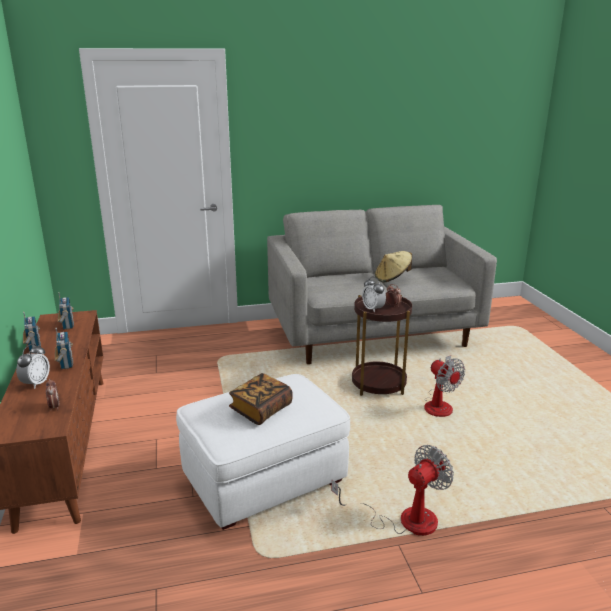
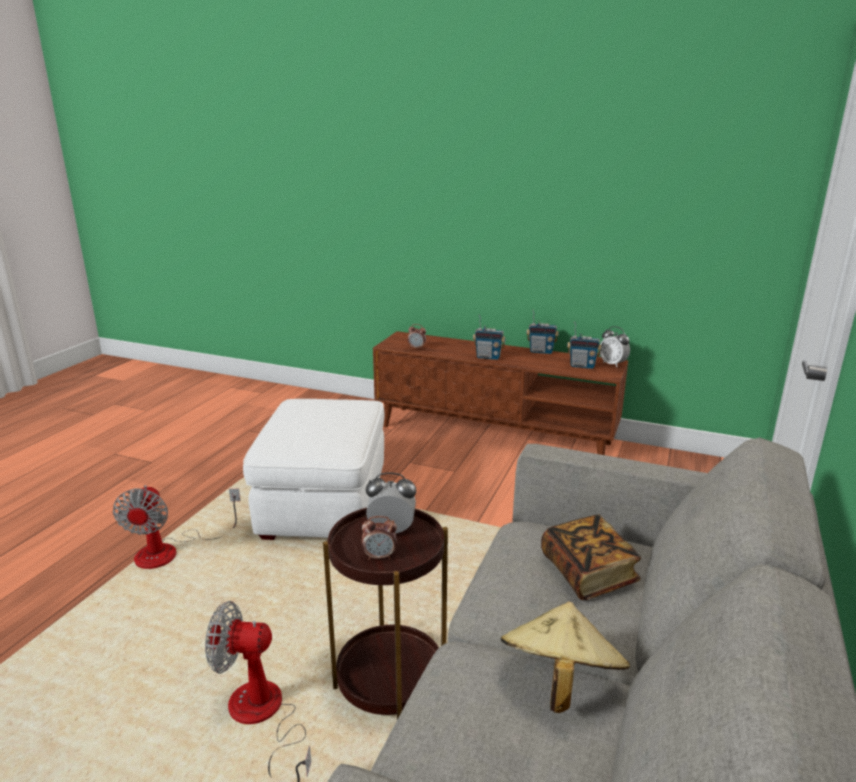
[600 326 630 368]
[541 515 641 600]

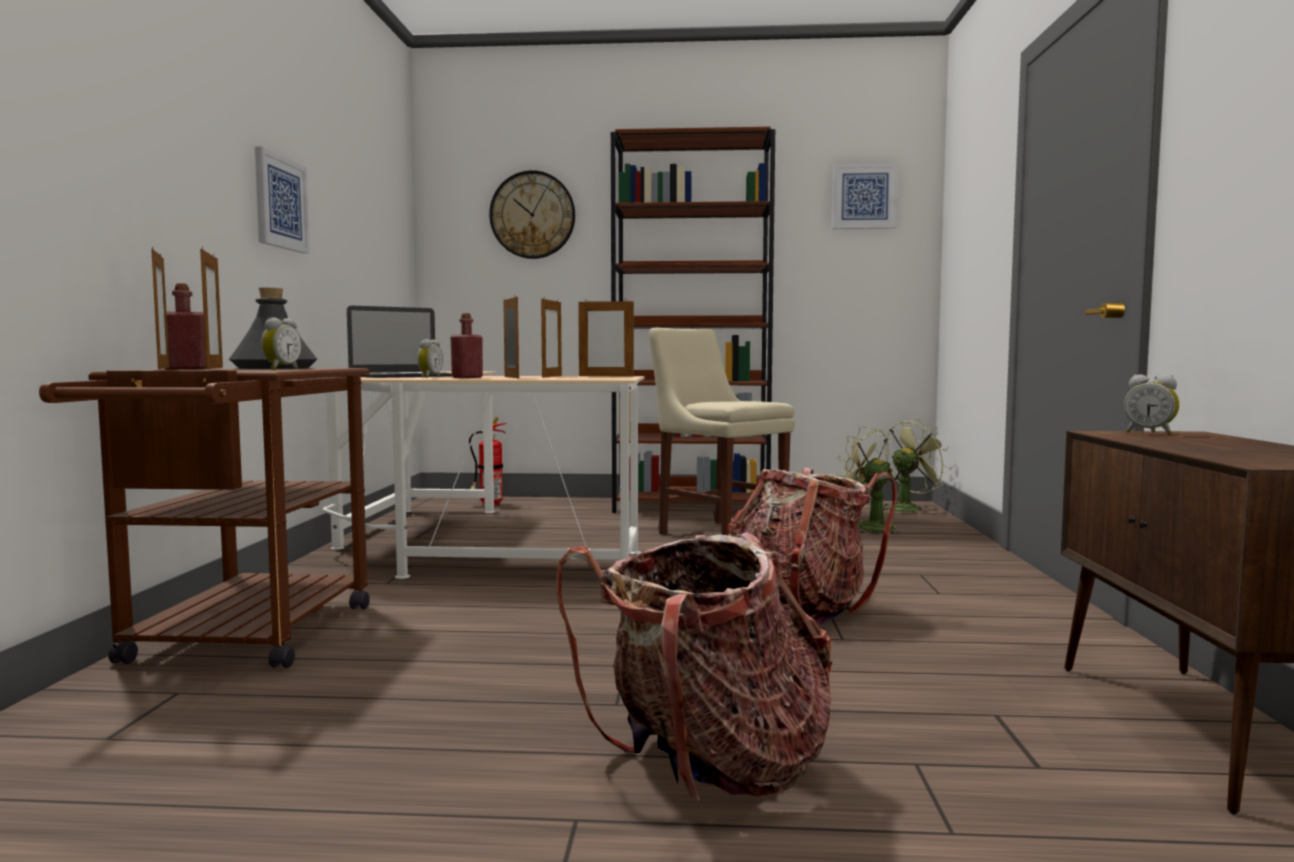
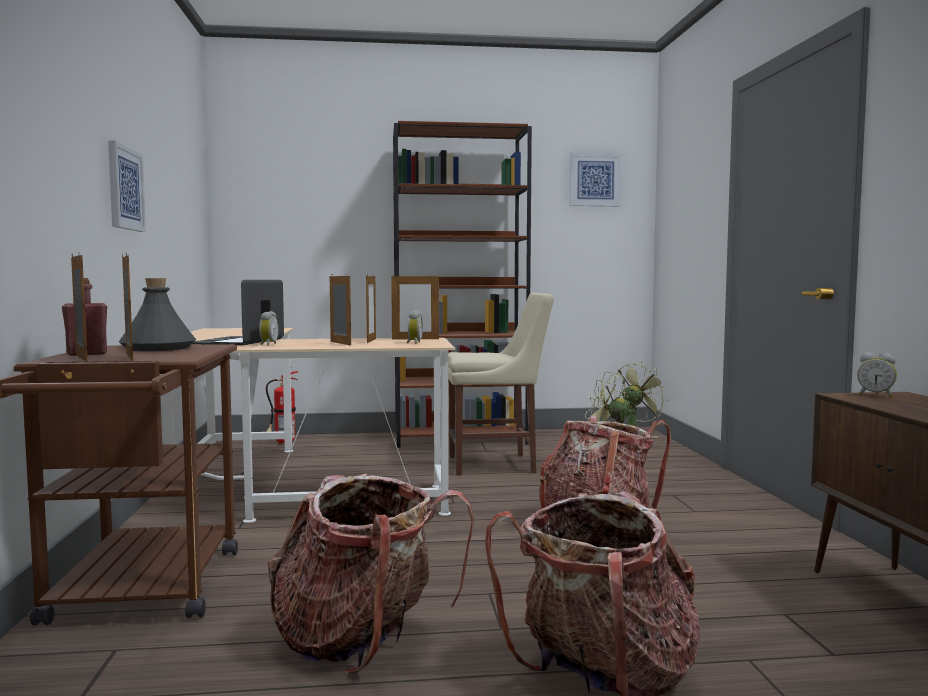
[489 170 575 259] (first image)
[193 280 284 346]
[451 313 483 378] (first image)
[407 310 423 344]
[448 293 554 476]
[268 474 474 674]

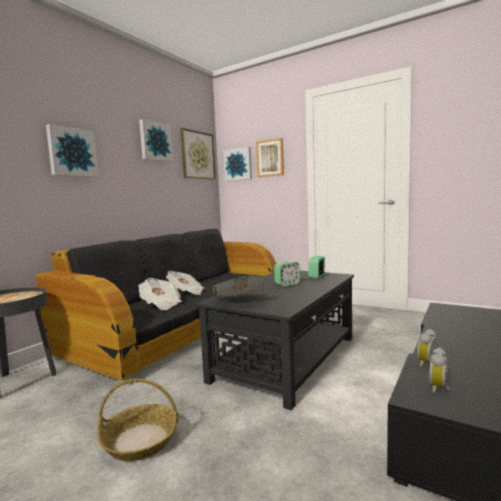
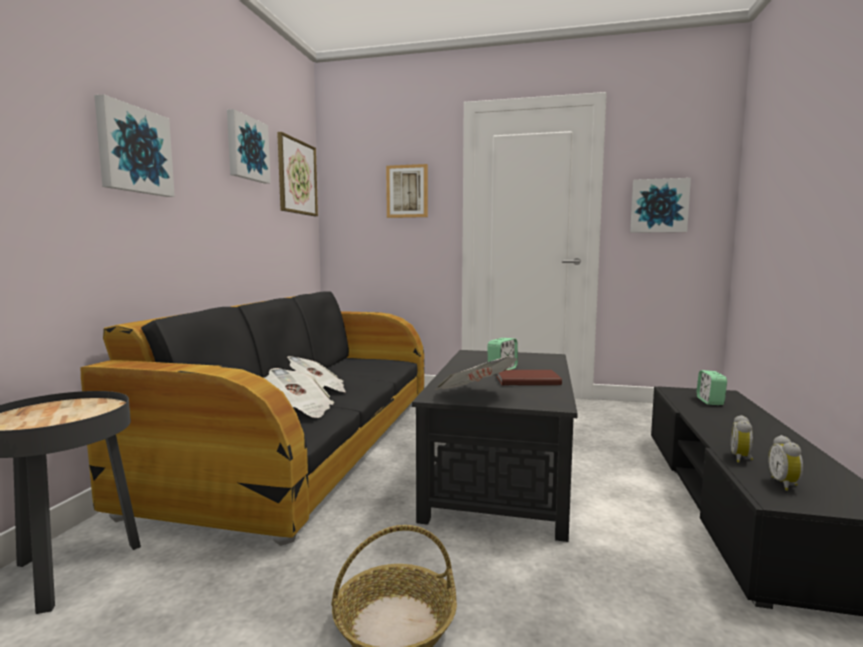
[630 178 691 233]
[696 370 727 405]
[496 370 562 385]

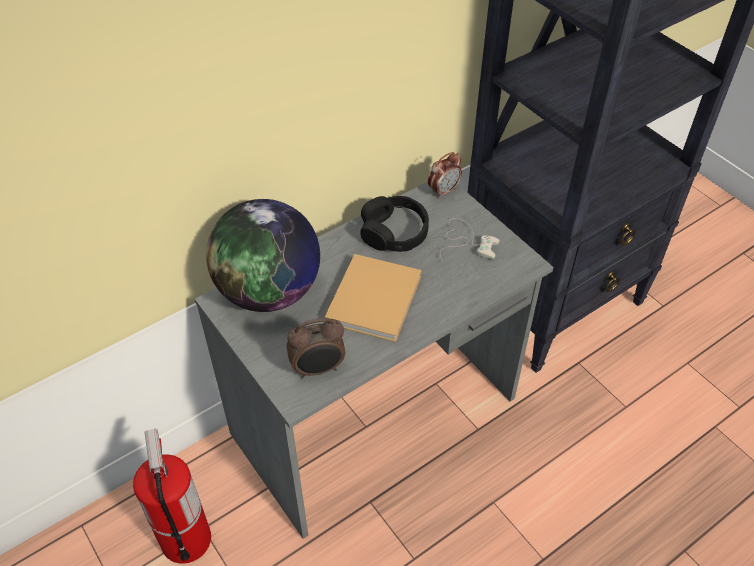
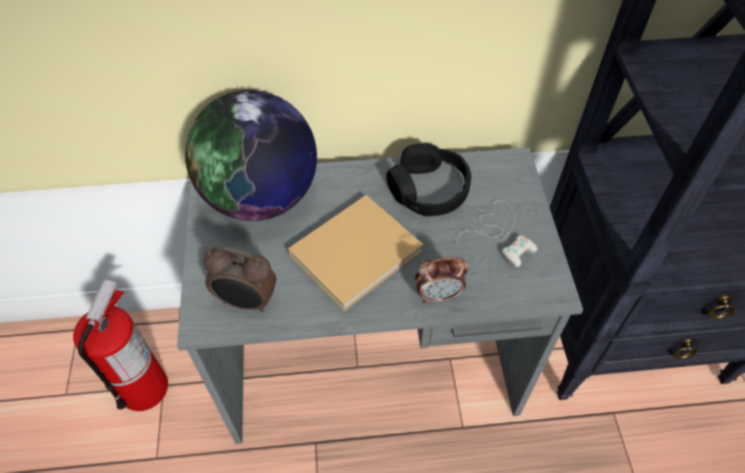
[415 257 468 303]

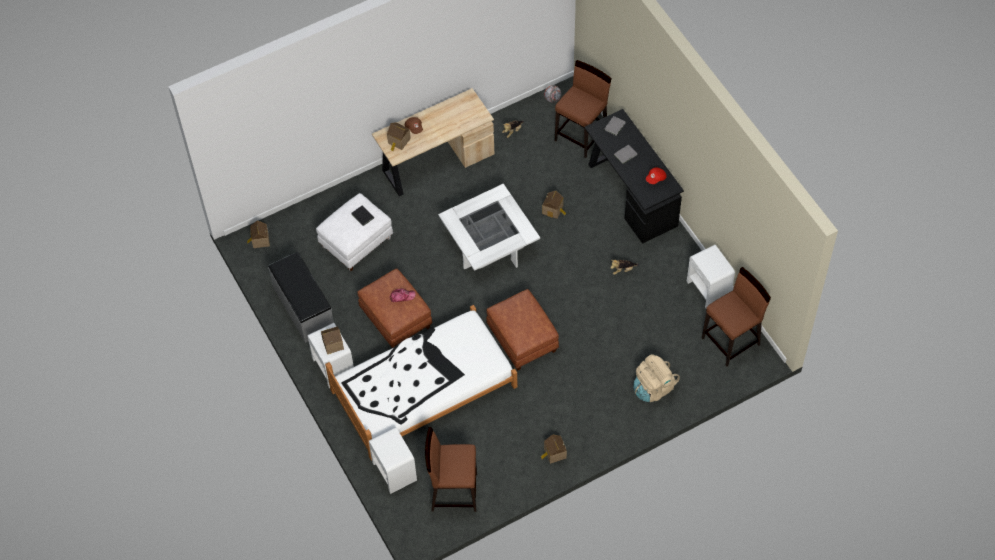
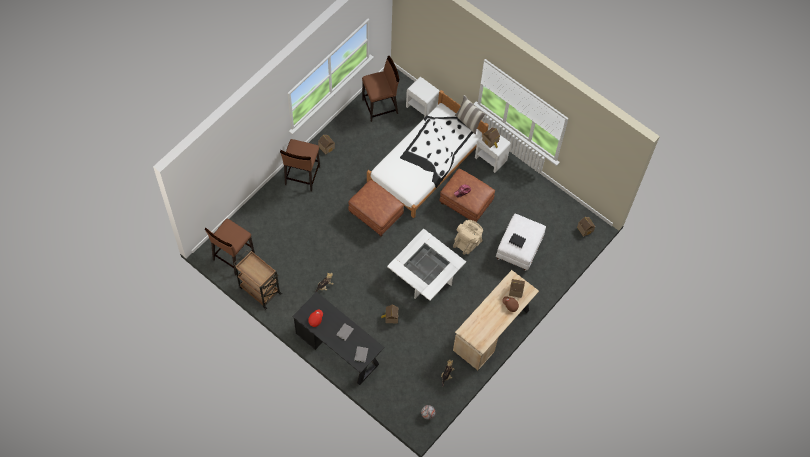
[280 139 320 192]
[233 250 282 309]
[268 252 334 343] (first image)
[453 220 483 255]
[455 95 485 135]

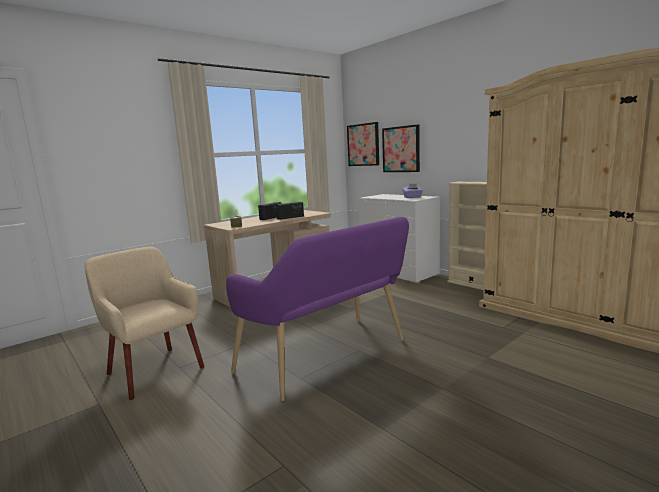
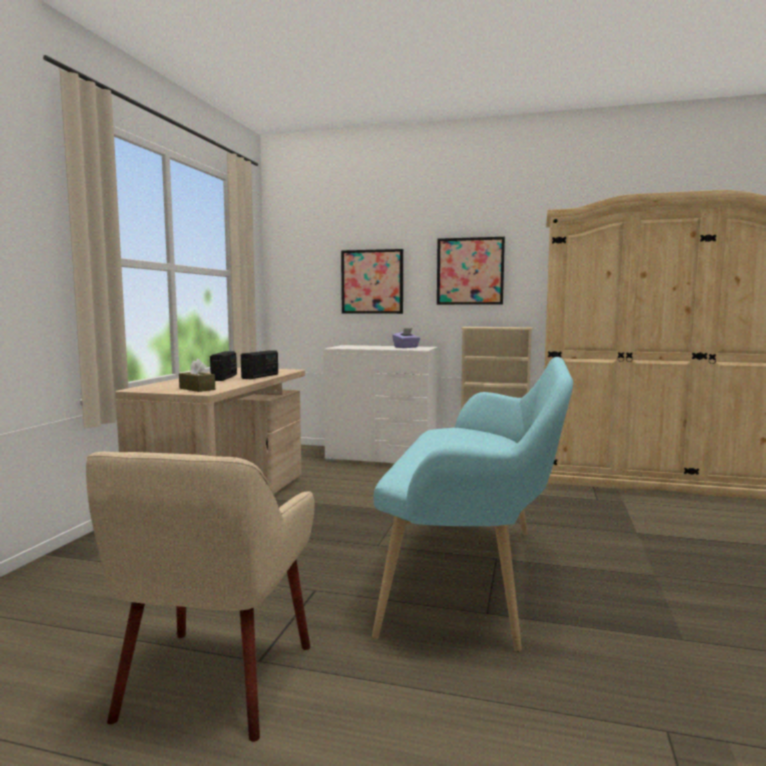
[437 237 505 305]
[372 357 573 652]
[86 452 314 742]

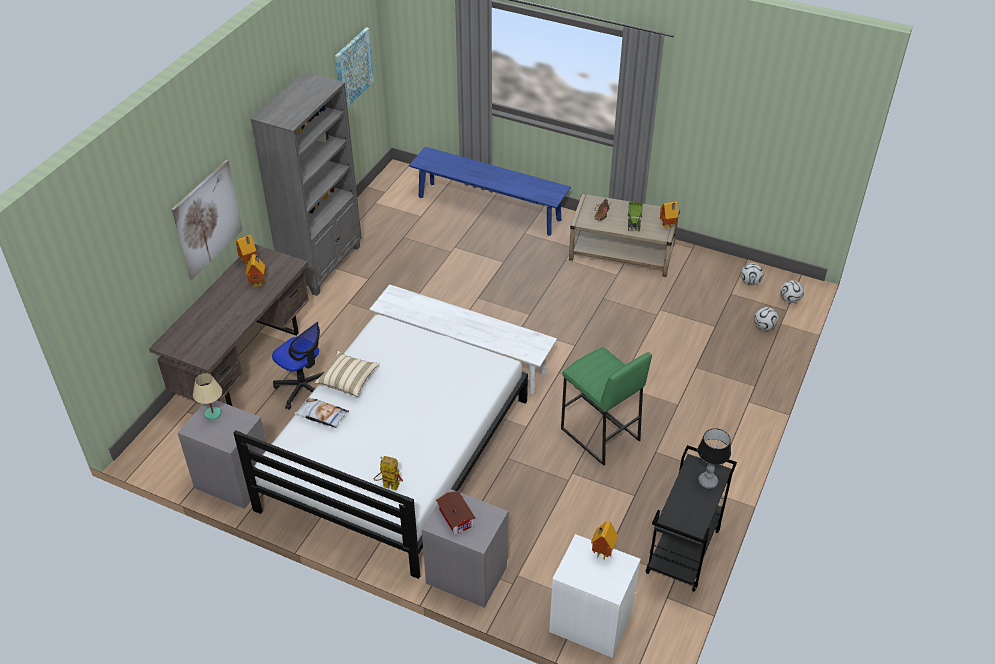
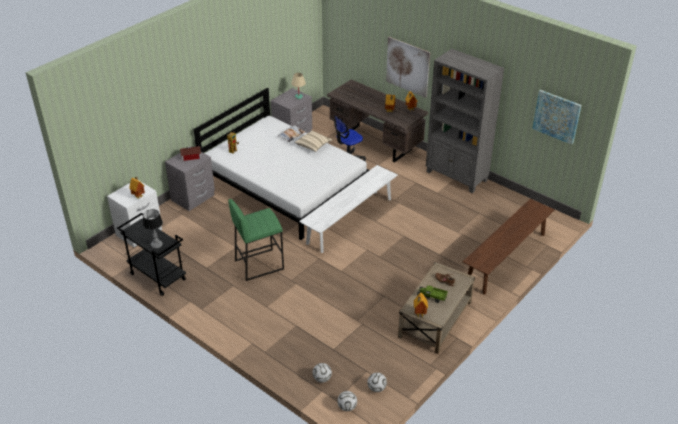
[463 199 555 294]

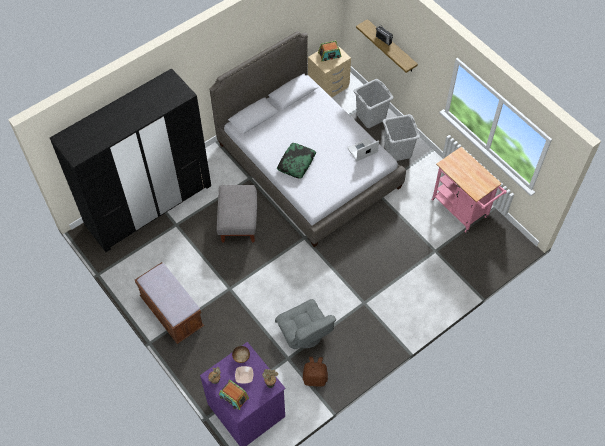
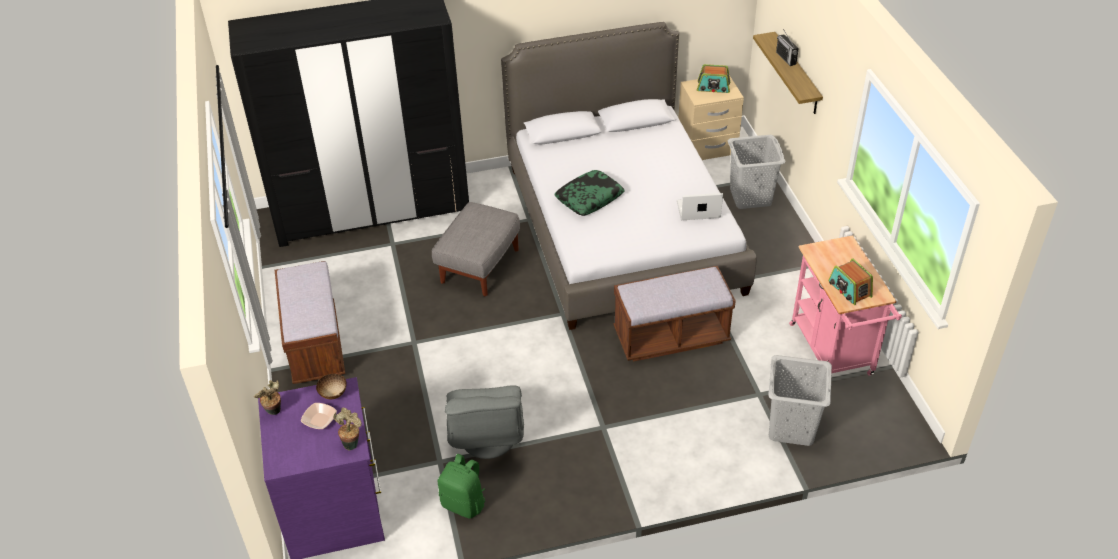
[768 355 832 446]
[438 454 485 519]
[828 258 873 305]
[613 266 736 362]

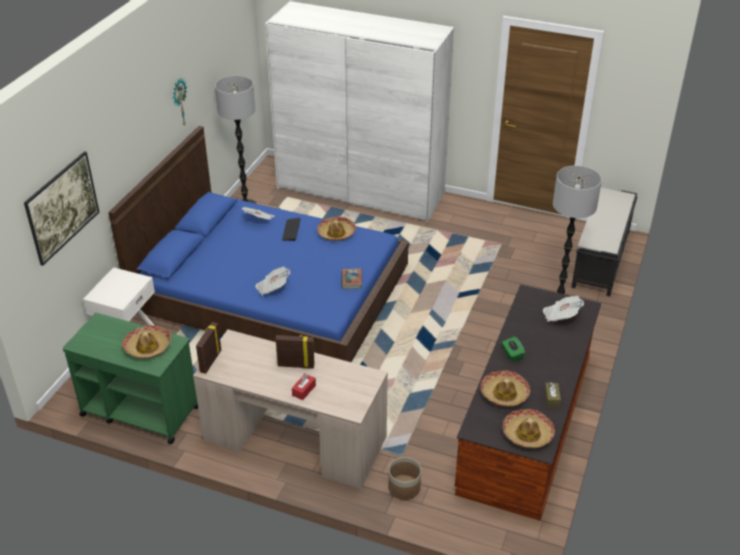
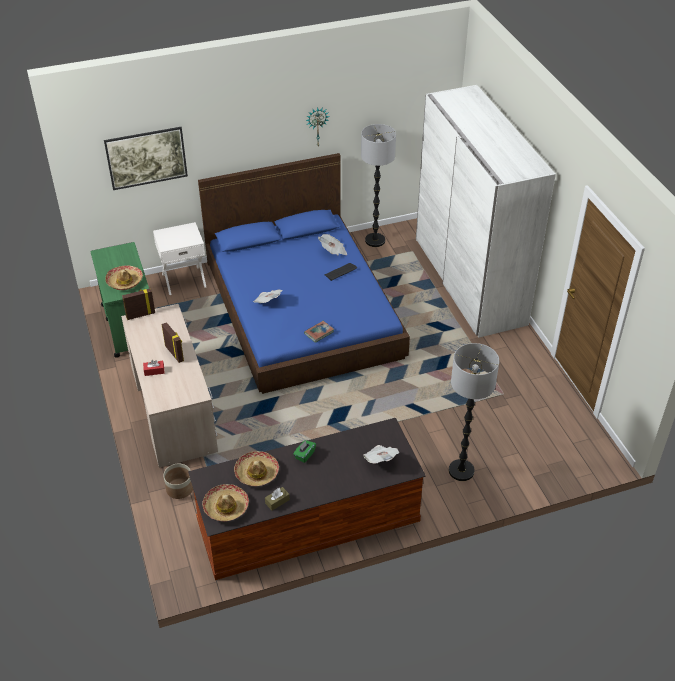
[571 187 637 296] (first image)
[317 217 356 241] (first image)

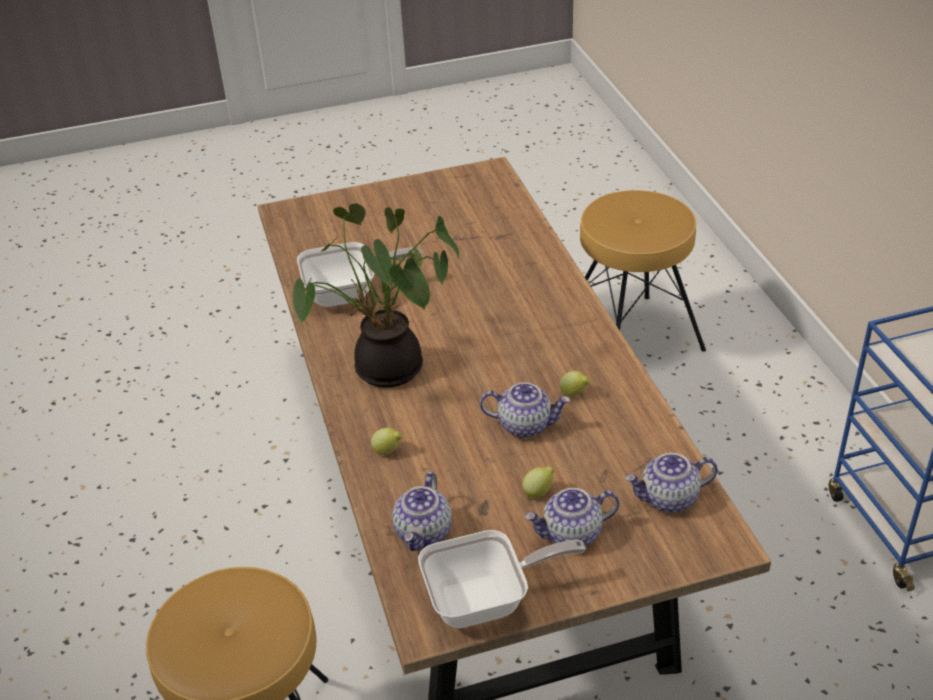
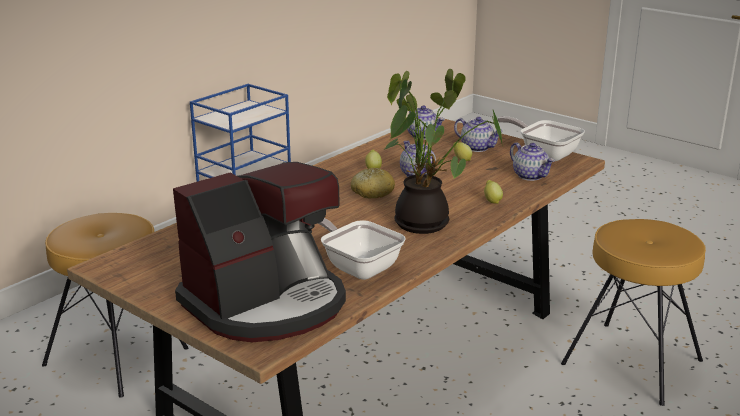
[510 142 555 181]
[173 162 346 342]
[351 167 395 198]

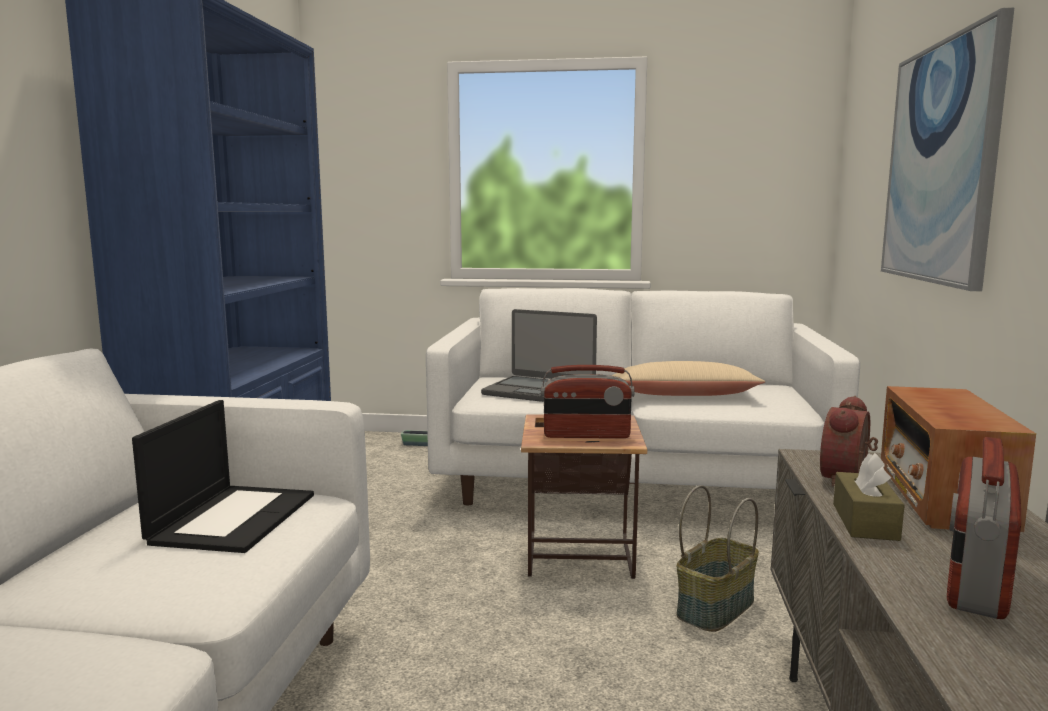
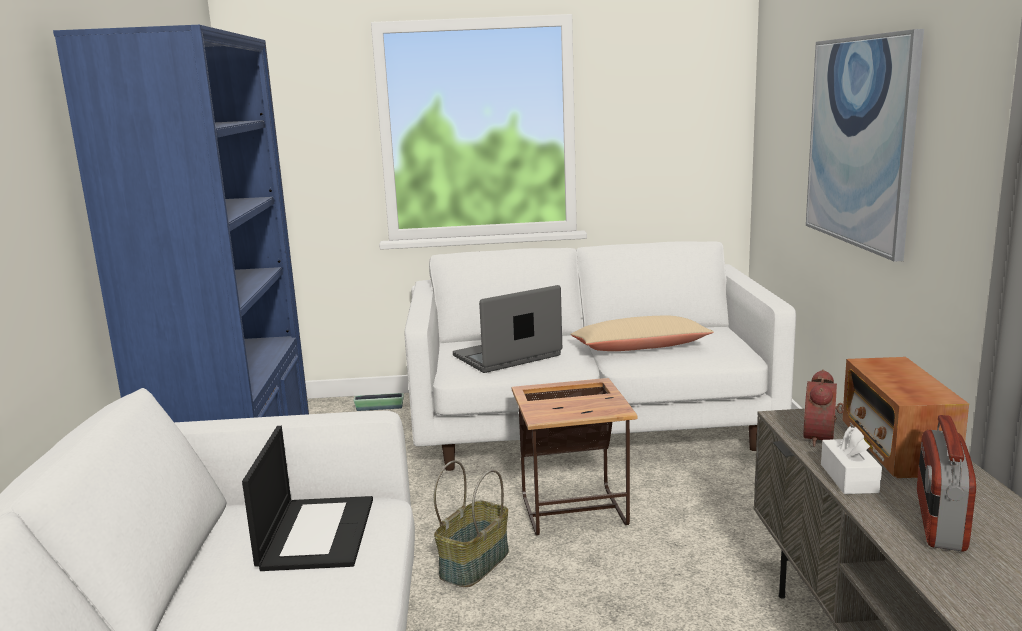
[453 285 562 373]
[541 365 635 438] (first image)
[821 426 882 494]
[434 460 509 587]

